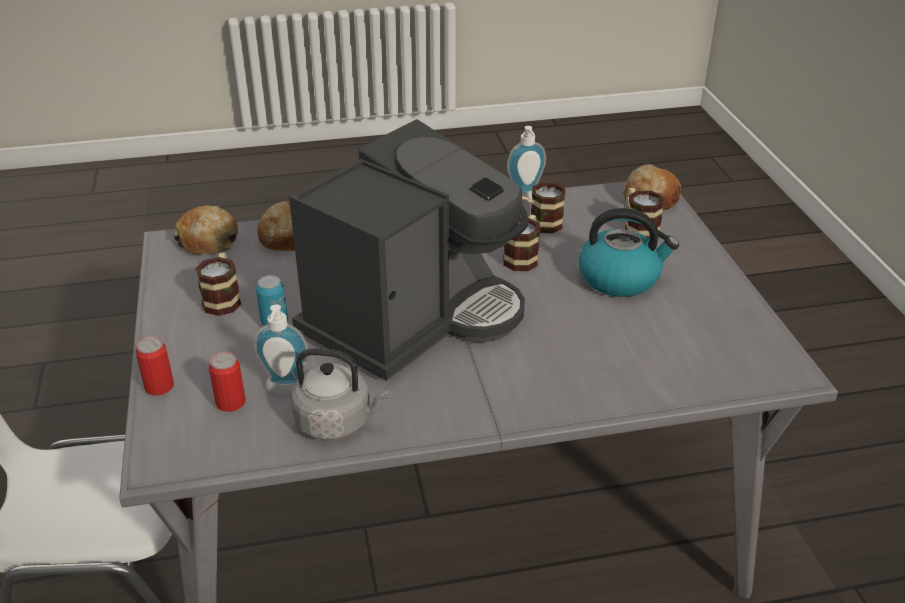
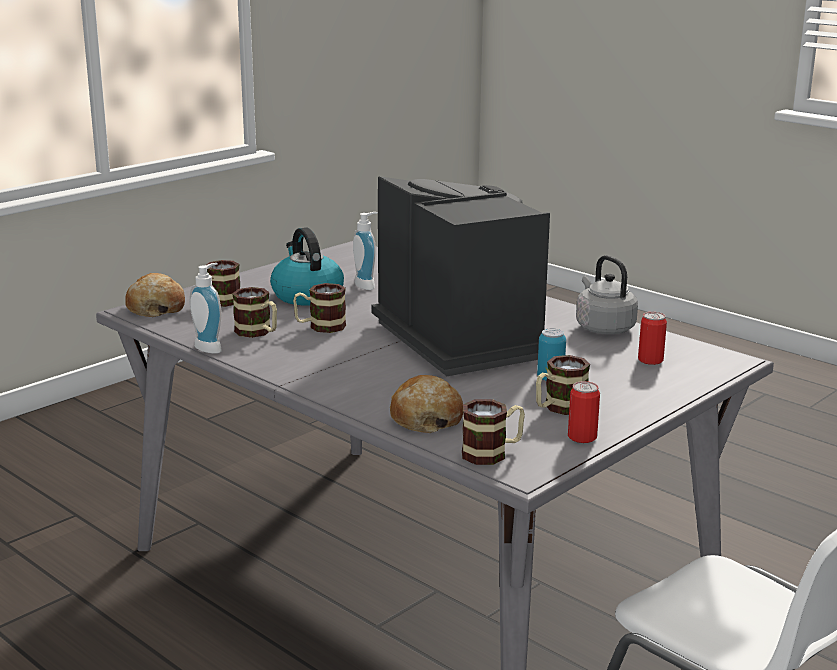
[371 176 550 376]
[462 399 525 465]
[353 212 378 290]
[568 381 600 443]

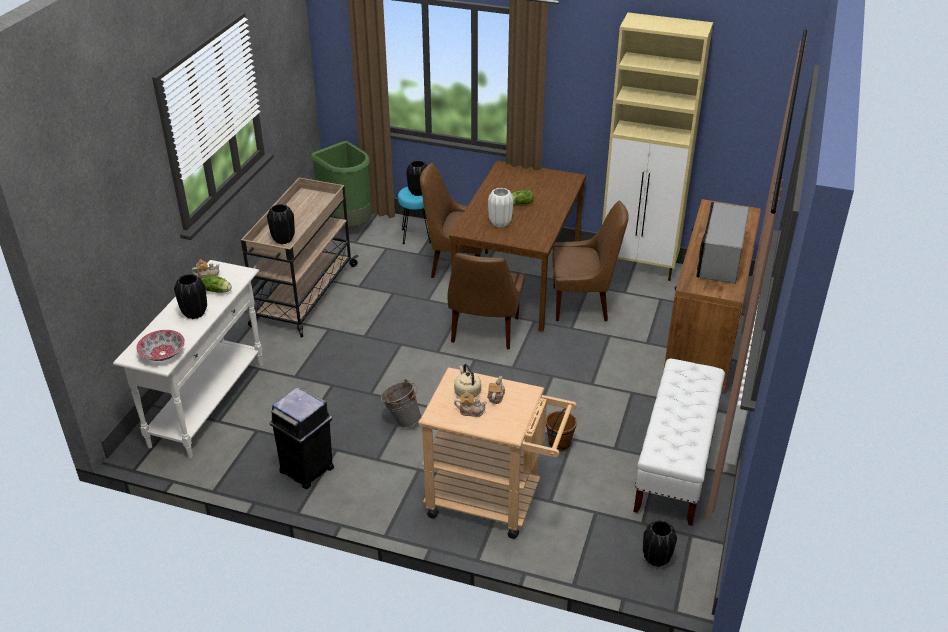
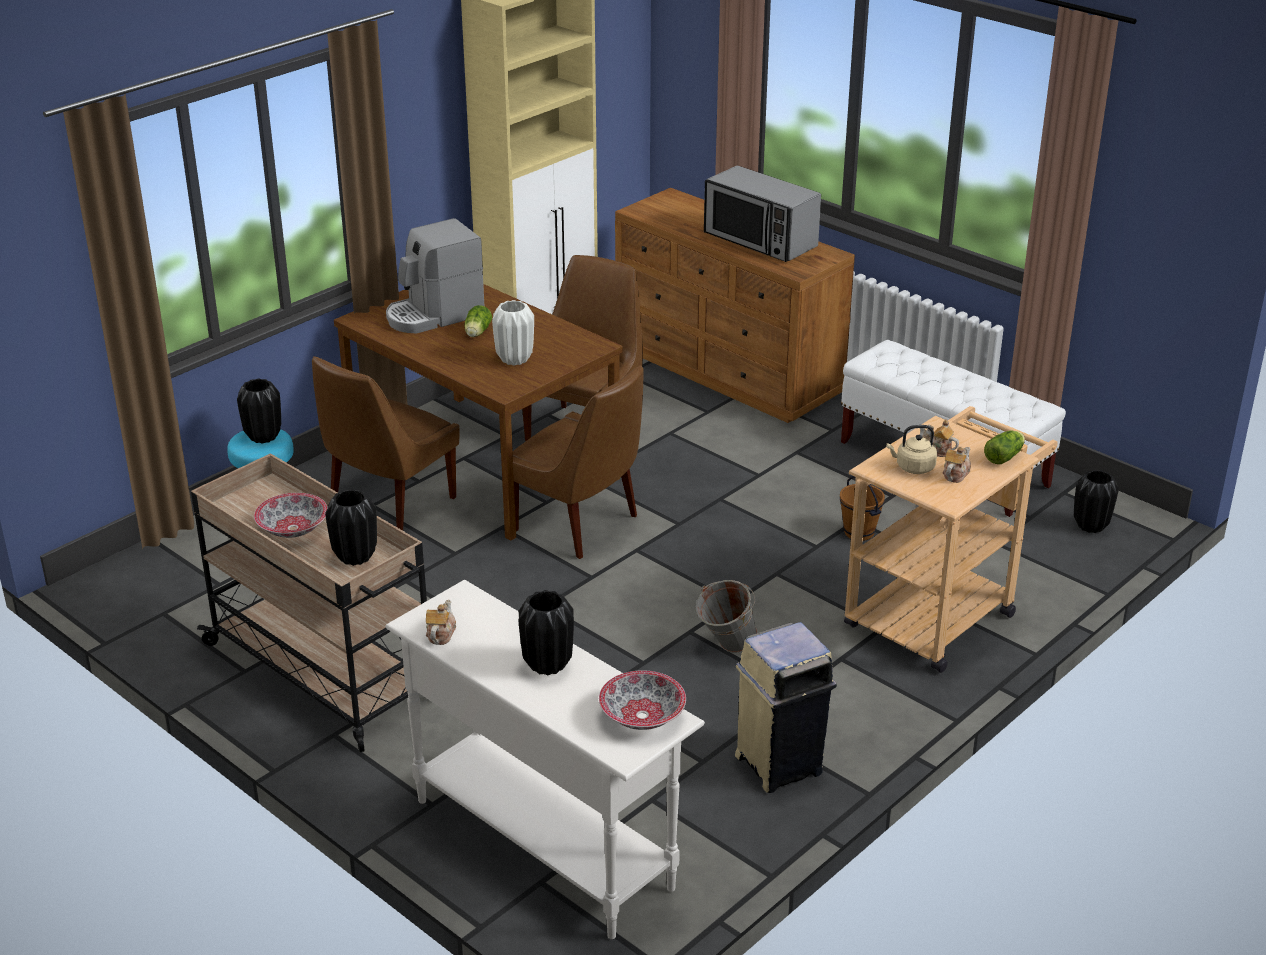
[311 141 372 228] (first image)
[984 430 1025 464]
[735 622 837 793]
[386 218 484 334]
[254 493 327 538]

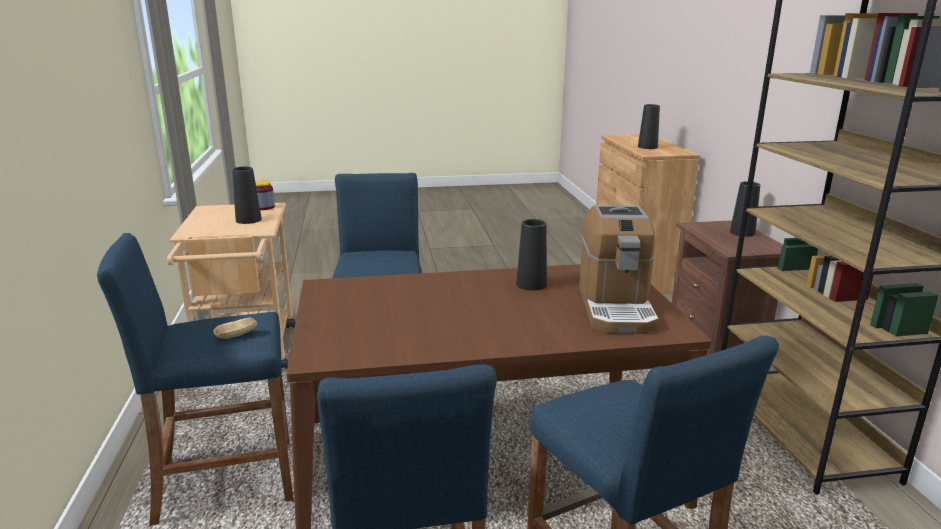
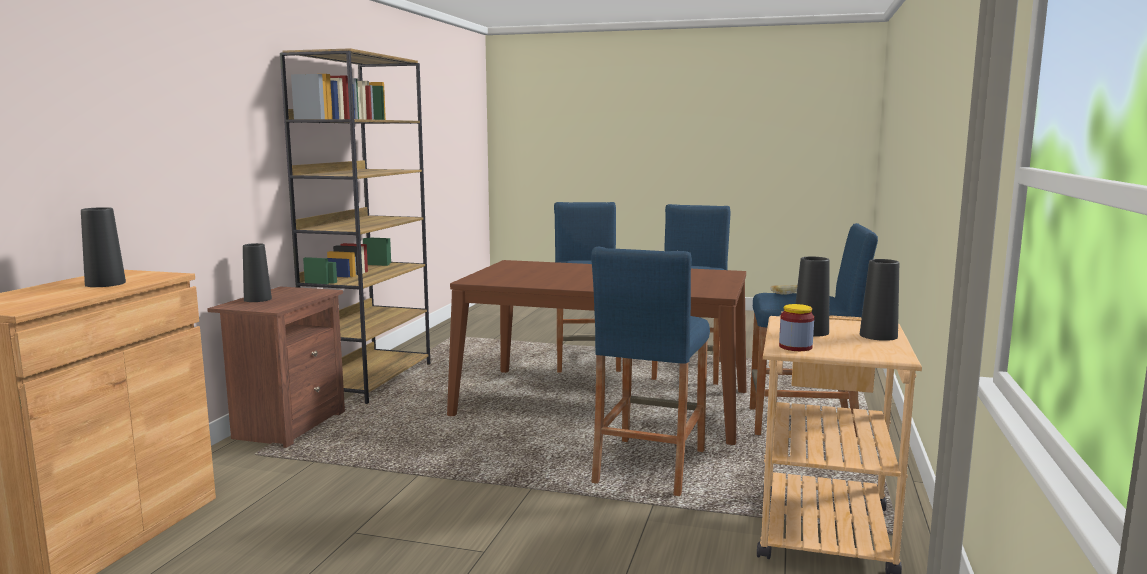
[579 205 659 334] (first image)
[860 259 899 341]

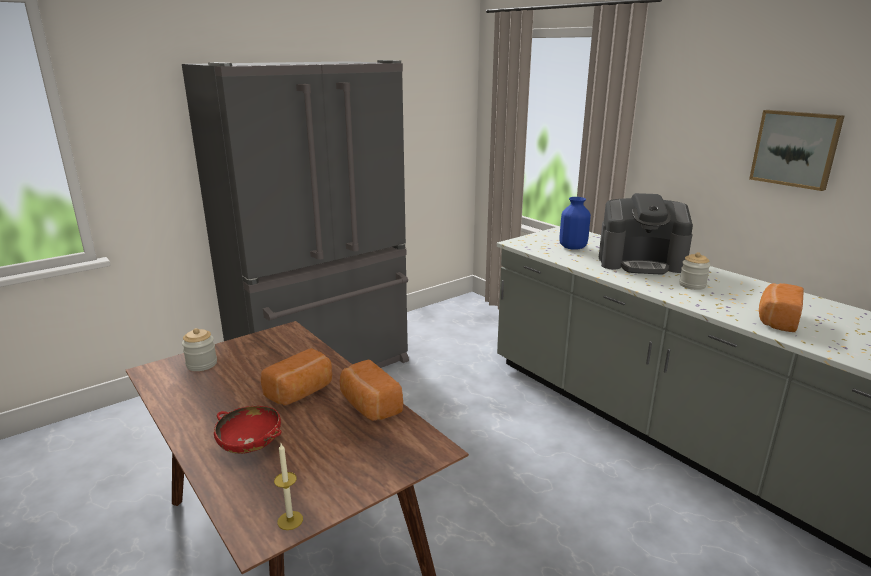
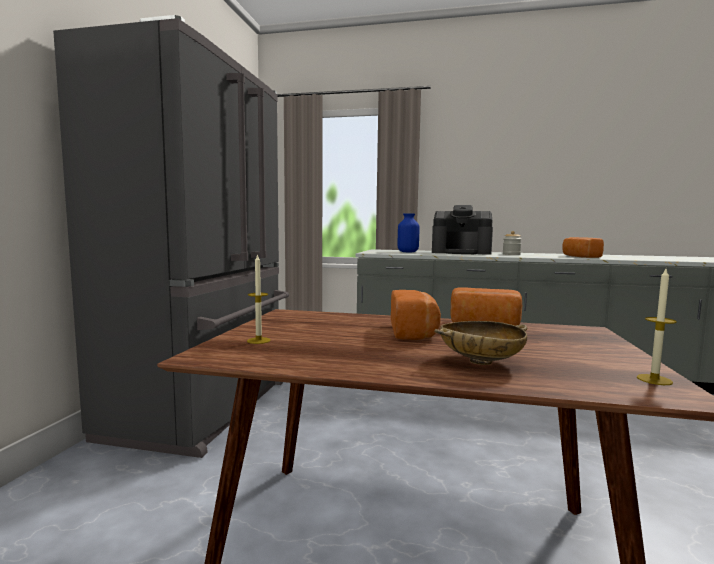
[749 110 845 191] (first image)
[432 205 493 255]
[247 254 271 344]
[434 321 527 365]

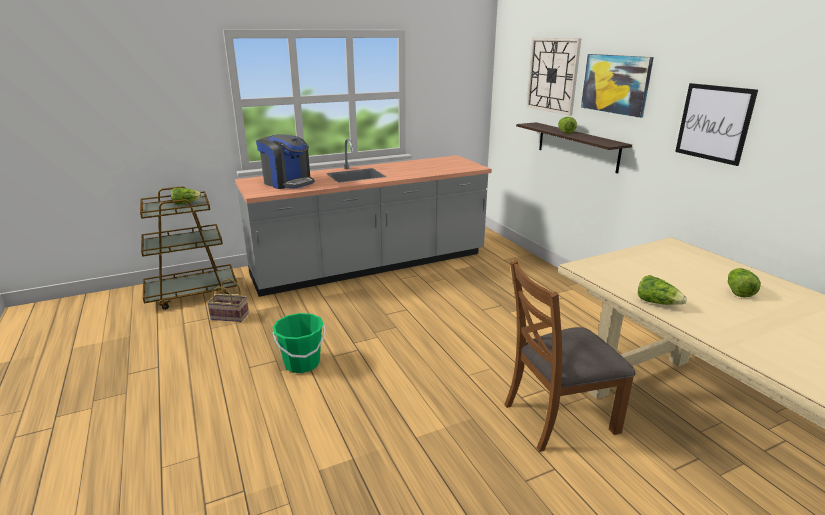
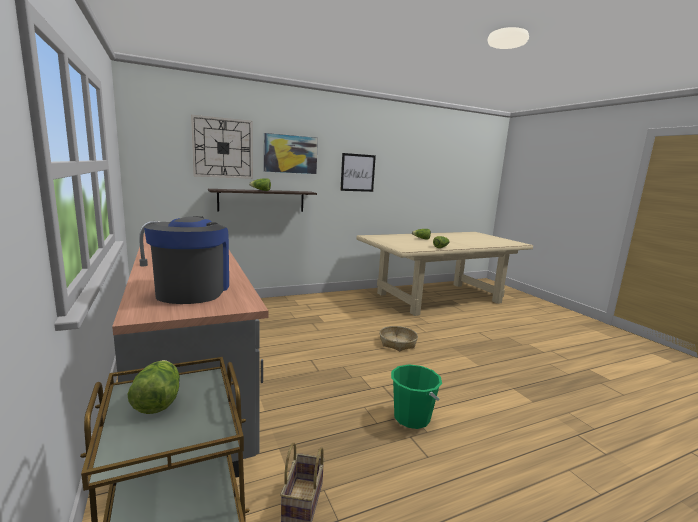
[144 216 229 304]
[504 260 636 452] (first image)
[380 326 418 351]

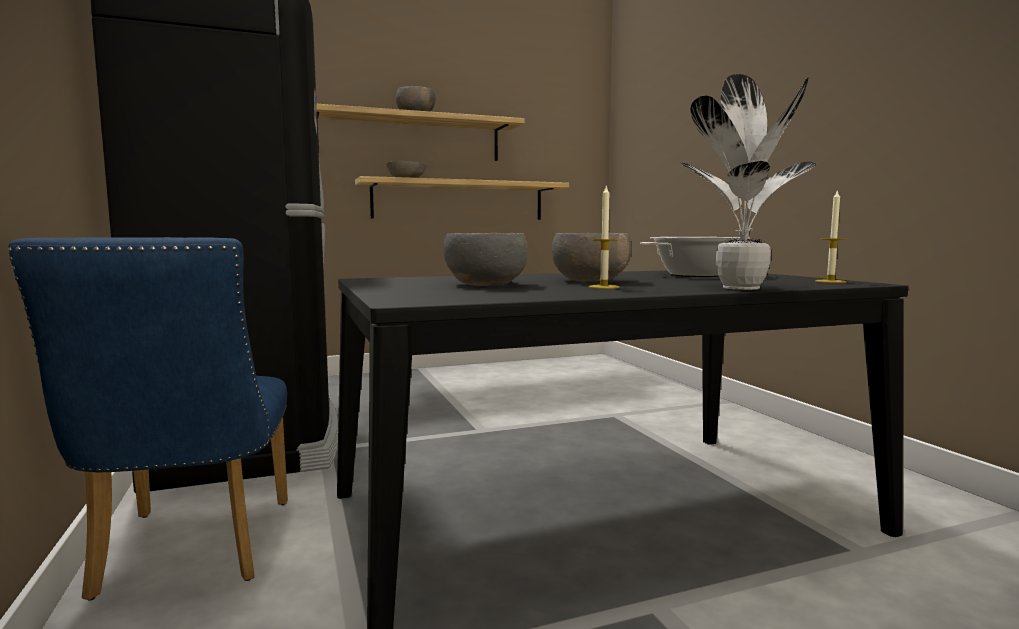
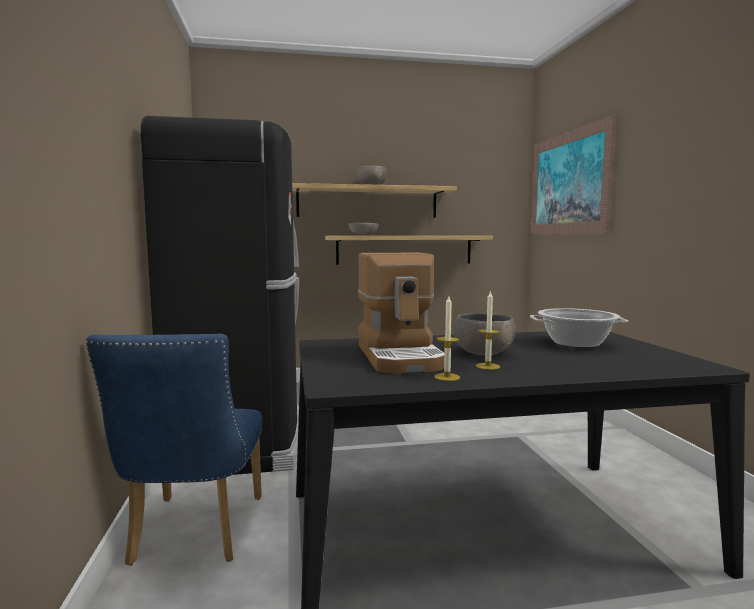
[680 74 816 290] (first image)
[434 296 460 381]
[358 253 444 374]
[530 115 616 234]

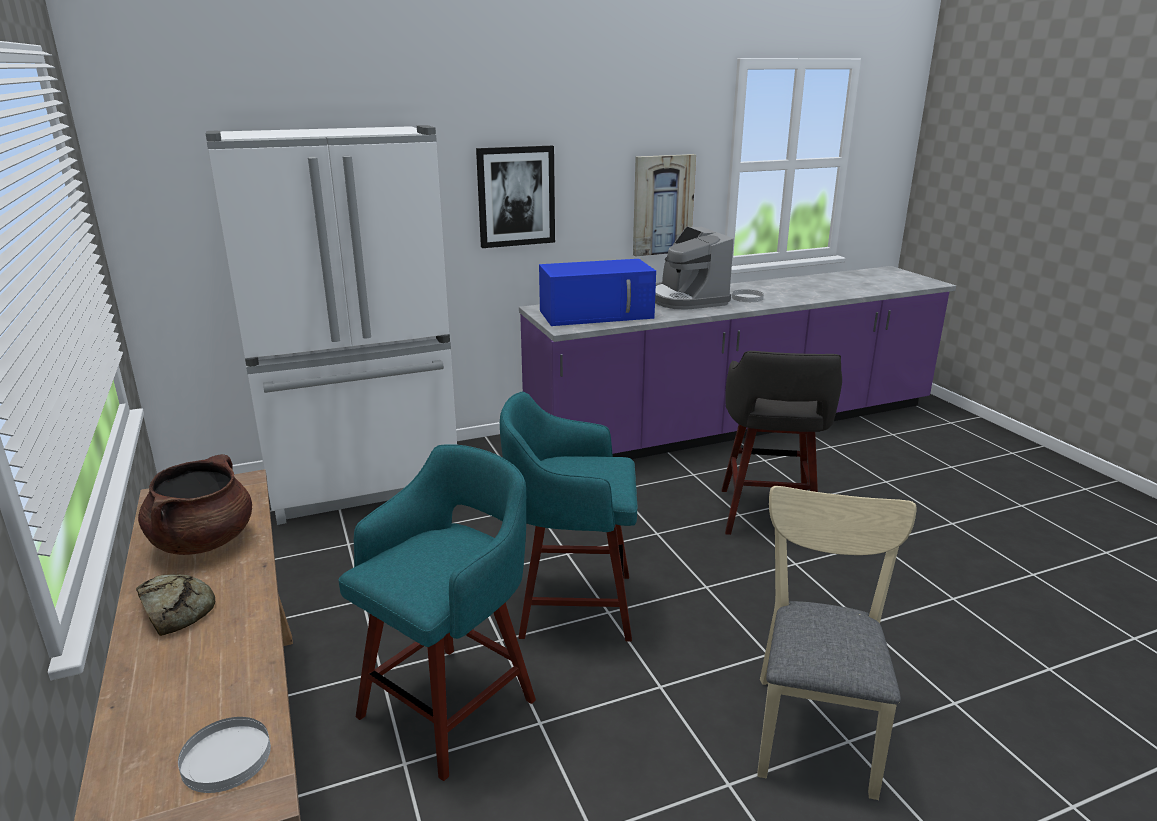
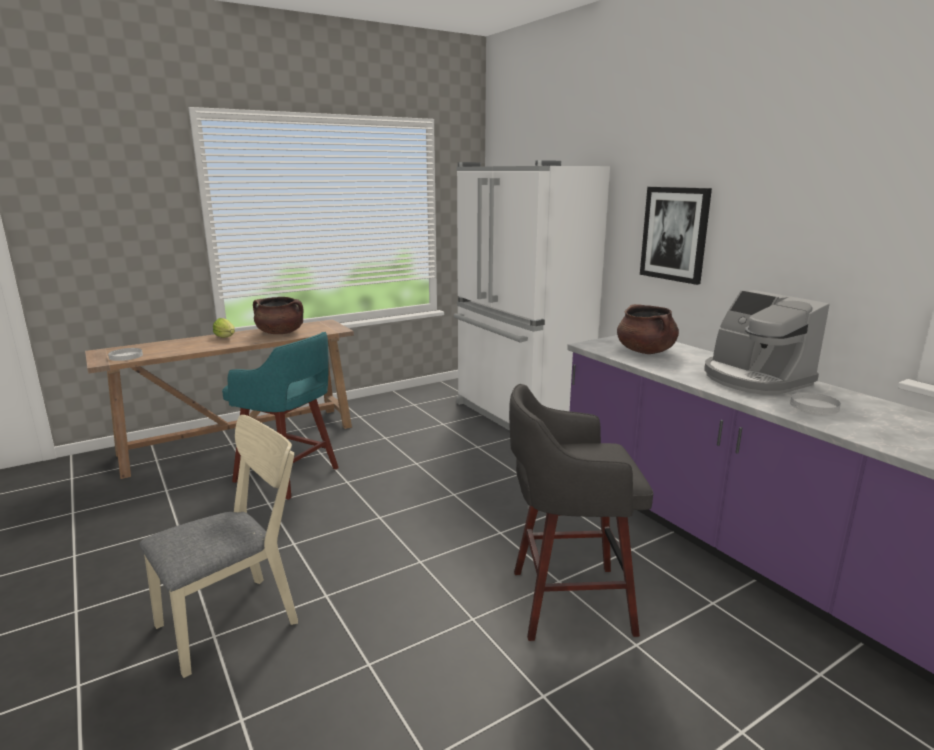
[633 154 696 257] (first image)
[704 290 830 395]
[617 304 679 354]
[500 392 637 641] (first image)
[139 415 298 678]
[213 318 235 338]

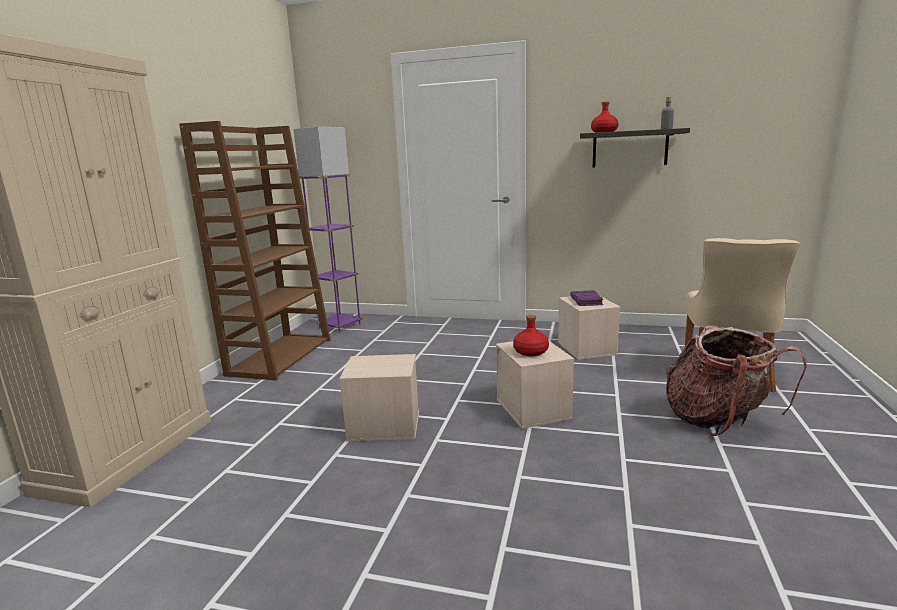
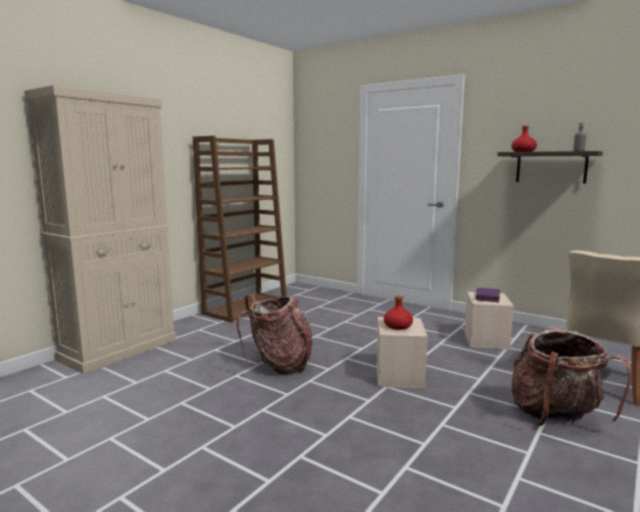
[294 127 363 333] (first image)
[237 294 313 375]

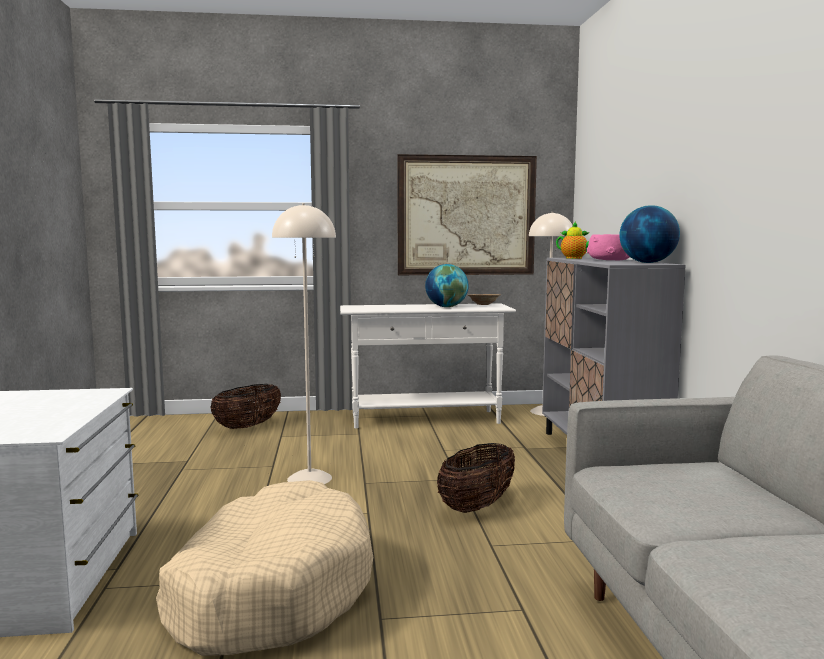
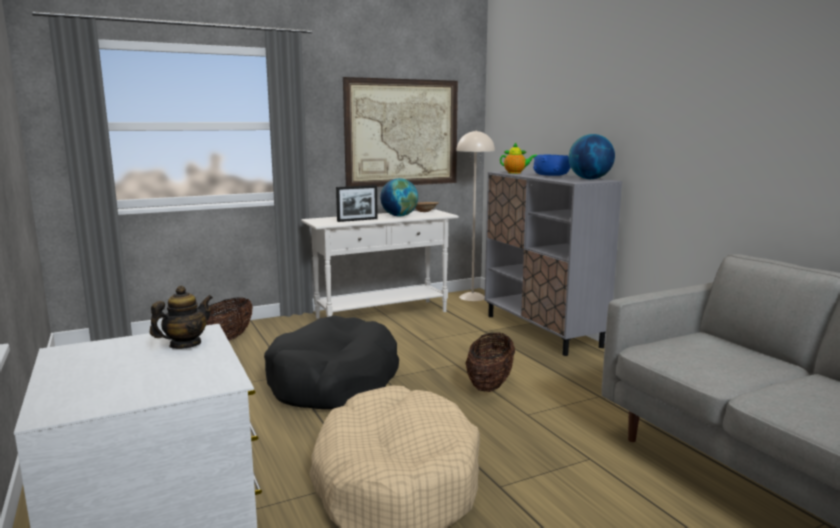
[264 315 399 409]
[533 154 571 176]
[336 185 378 222]
[150 286 213 349]

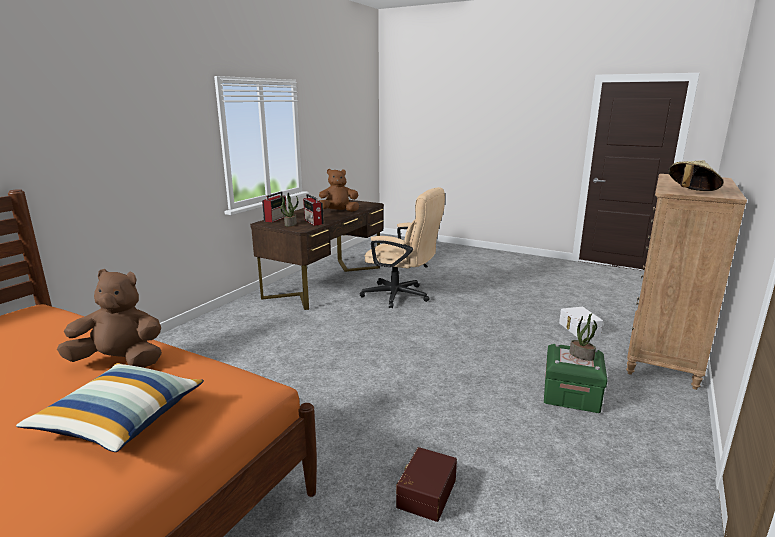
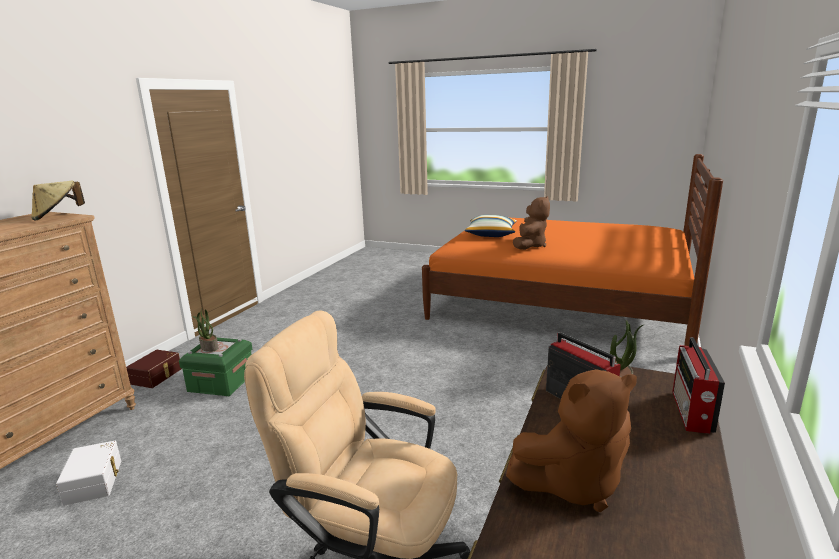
[513 196 550 250]
[126 350 182 388]

